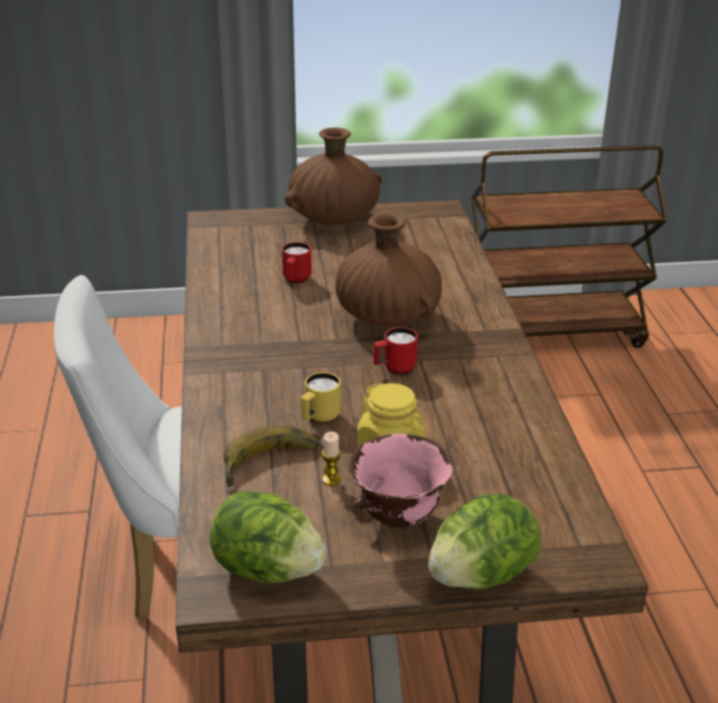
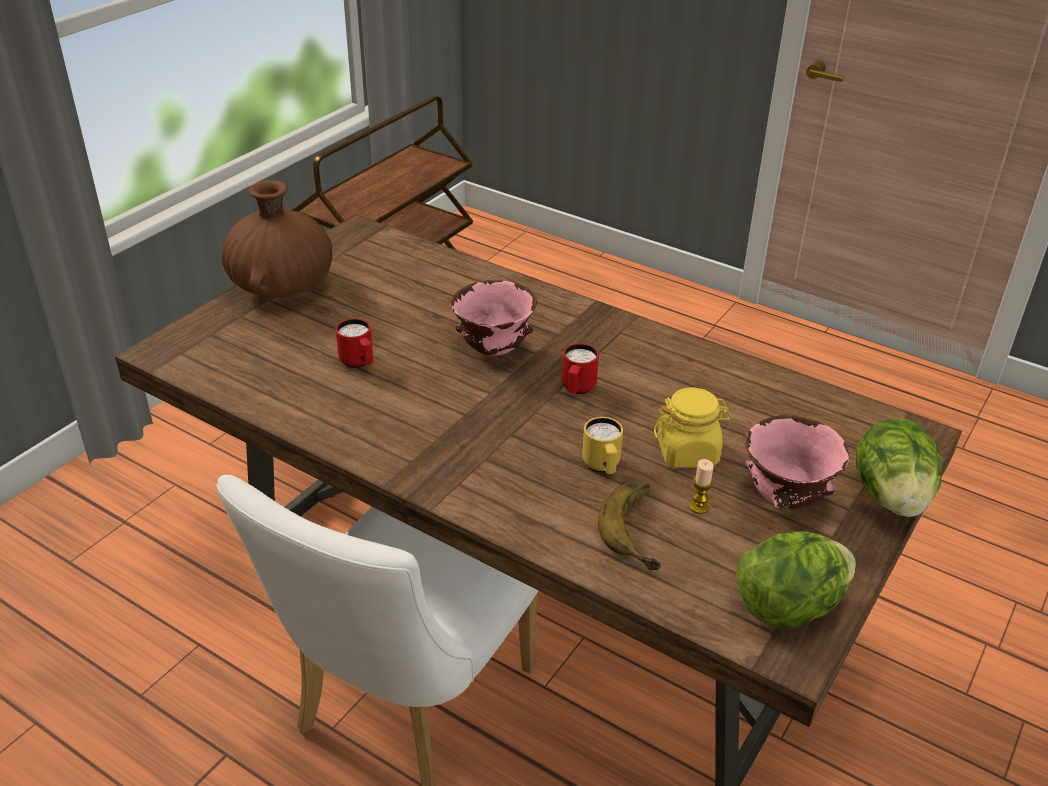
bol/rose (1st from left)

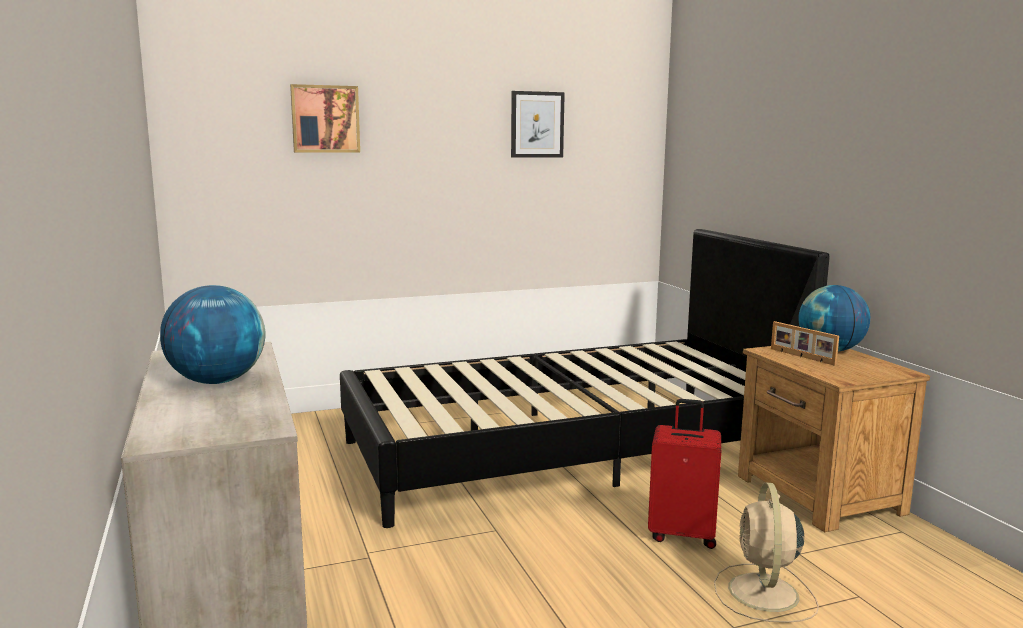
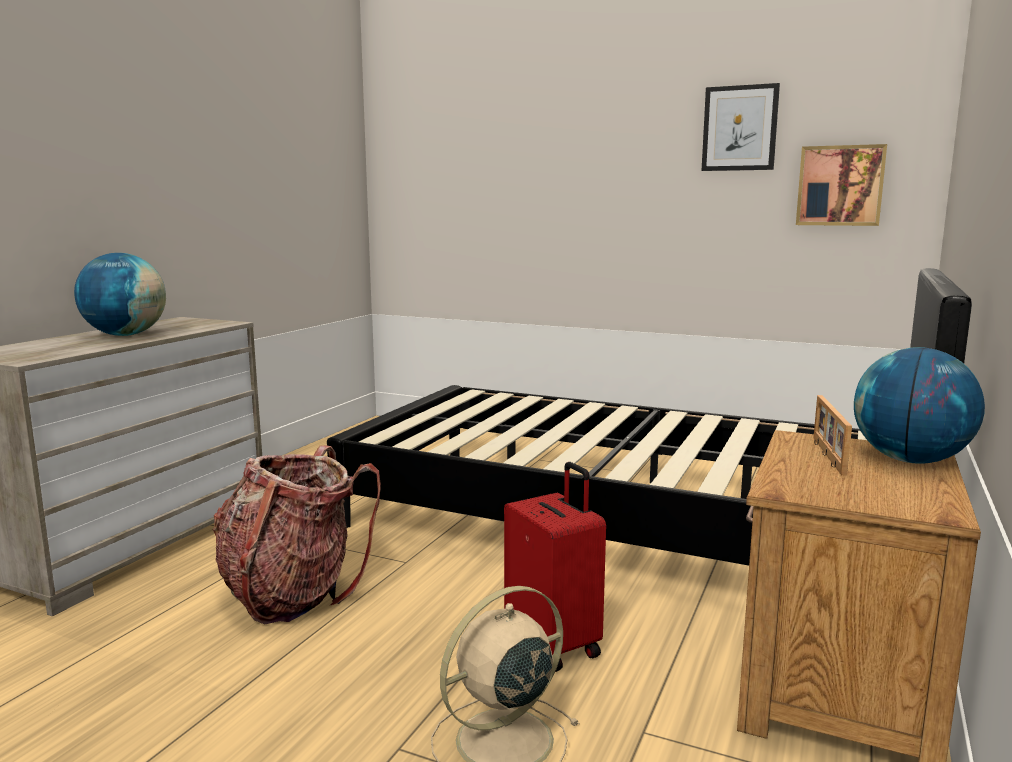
sac à dos; tableau (2nd from left)

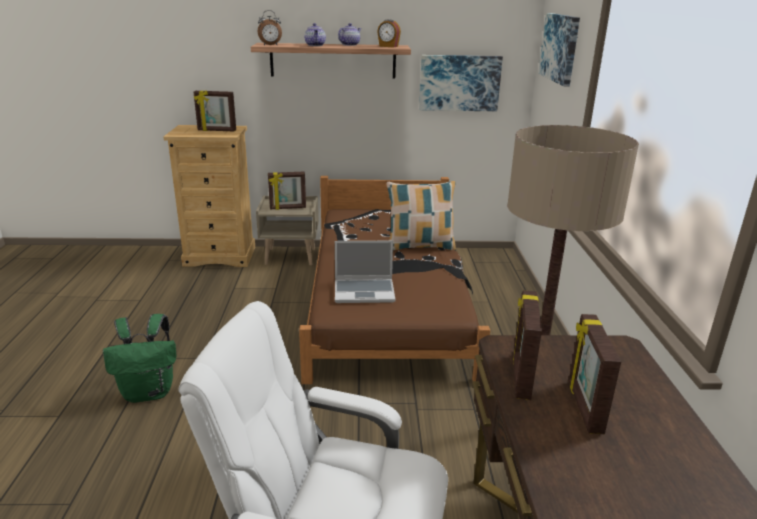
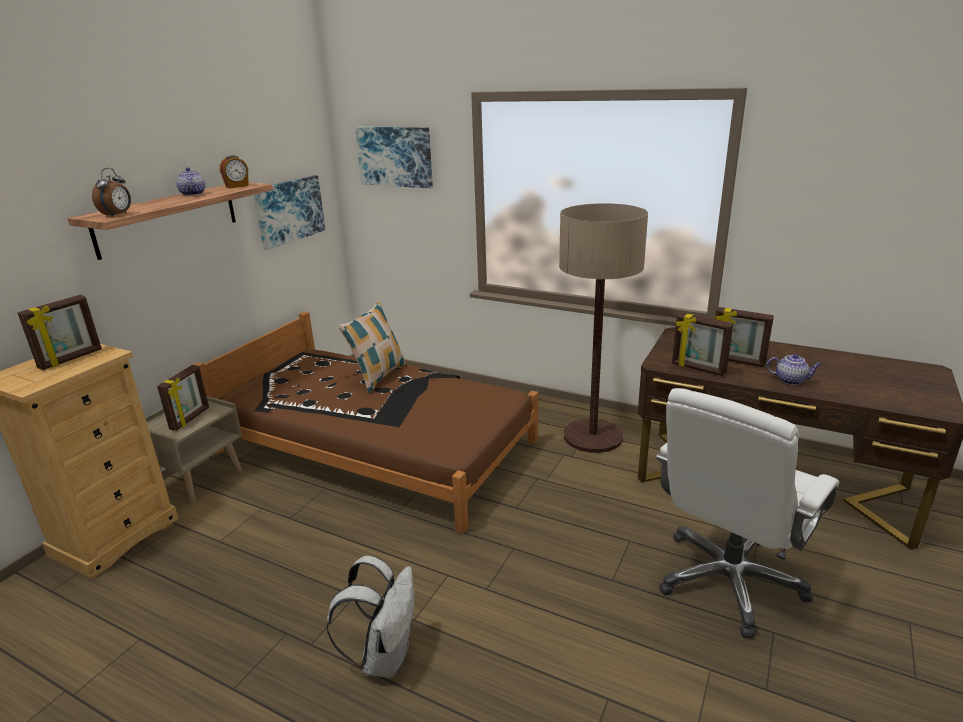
sac à dos/blanc; théière (2nd from left); ordinateur portable

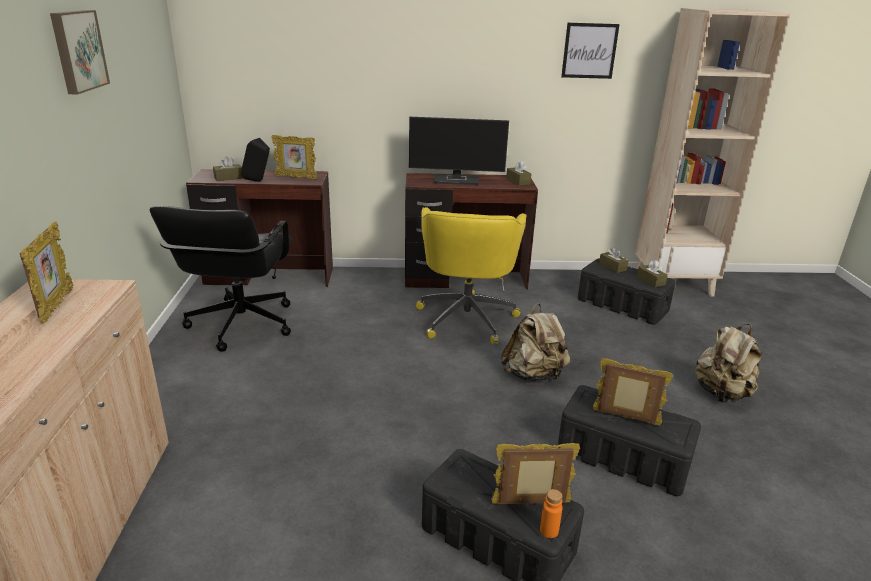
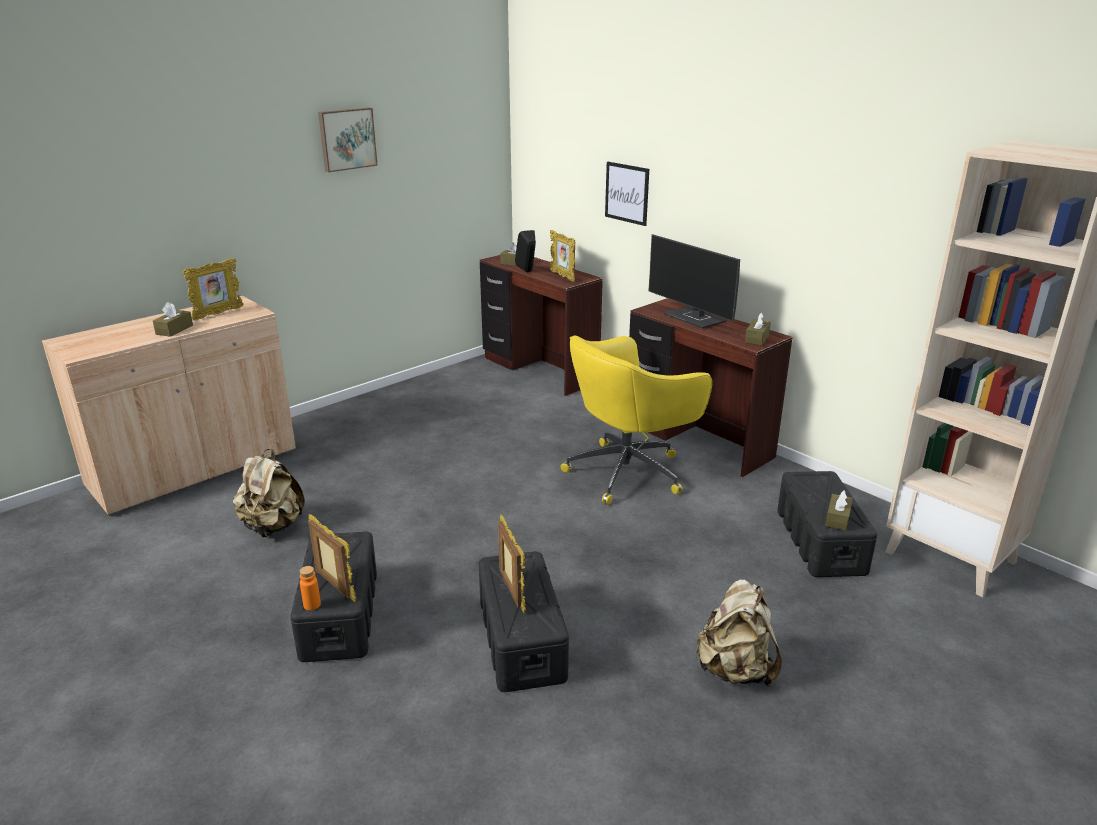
boîte à mouchoirs/marron (1st from left); sac à dos/beige (1st from left); tableau (2nd from left); chaise de bureau/noir

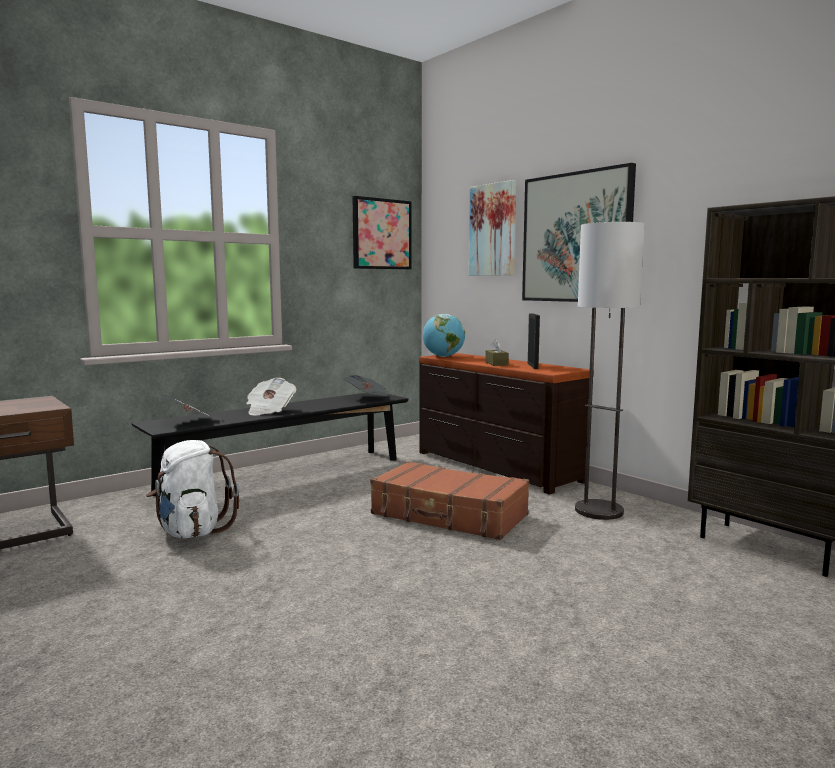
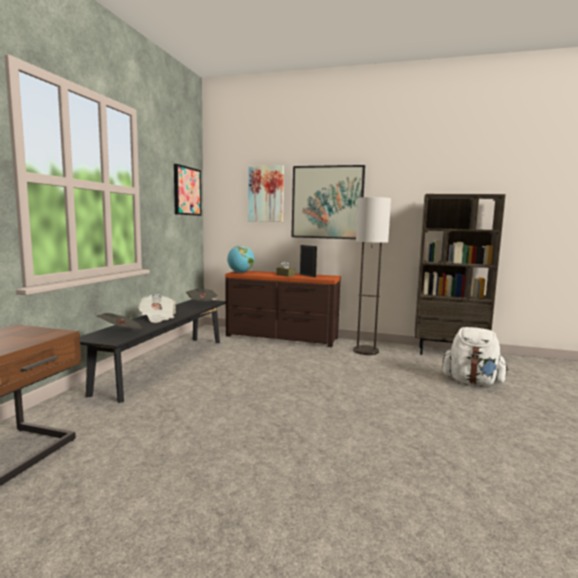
sac à dos/blanc; valise/marron

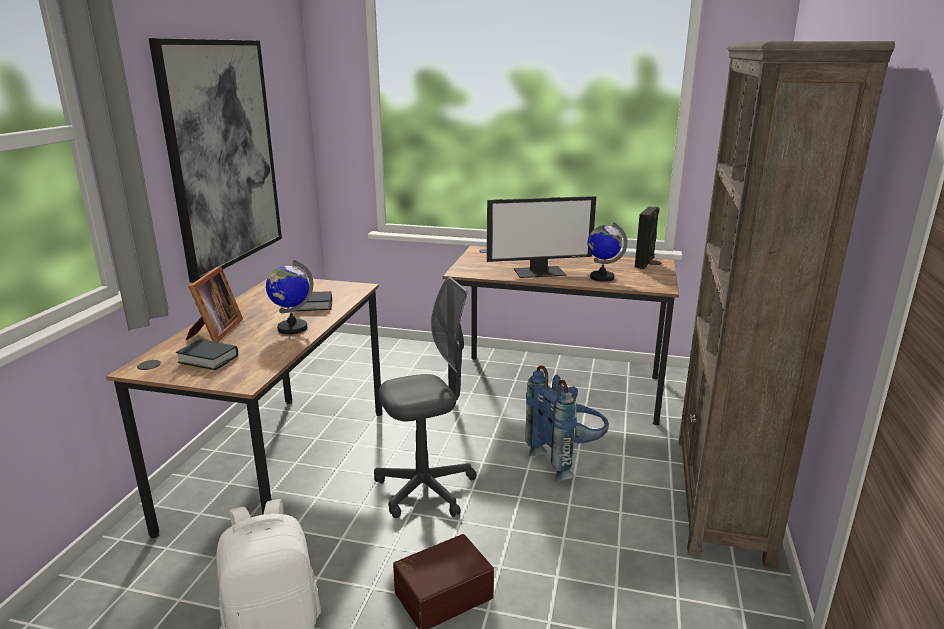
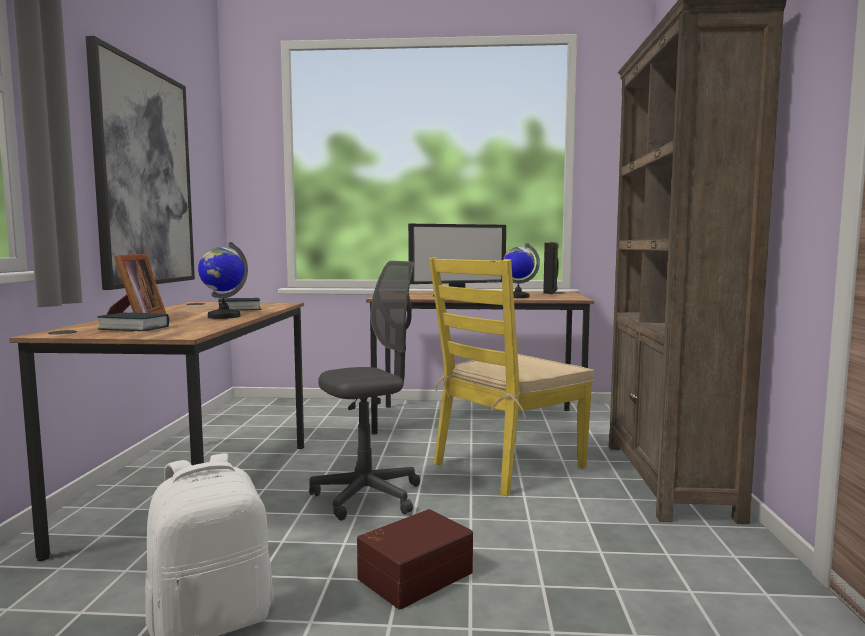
chaise/jaune

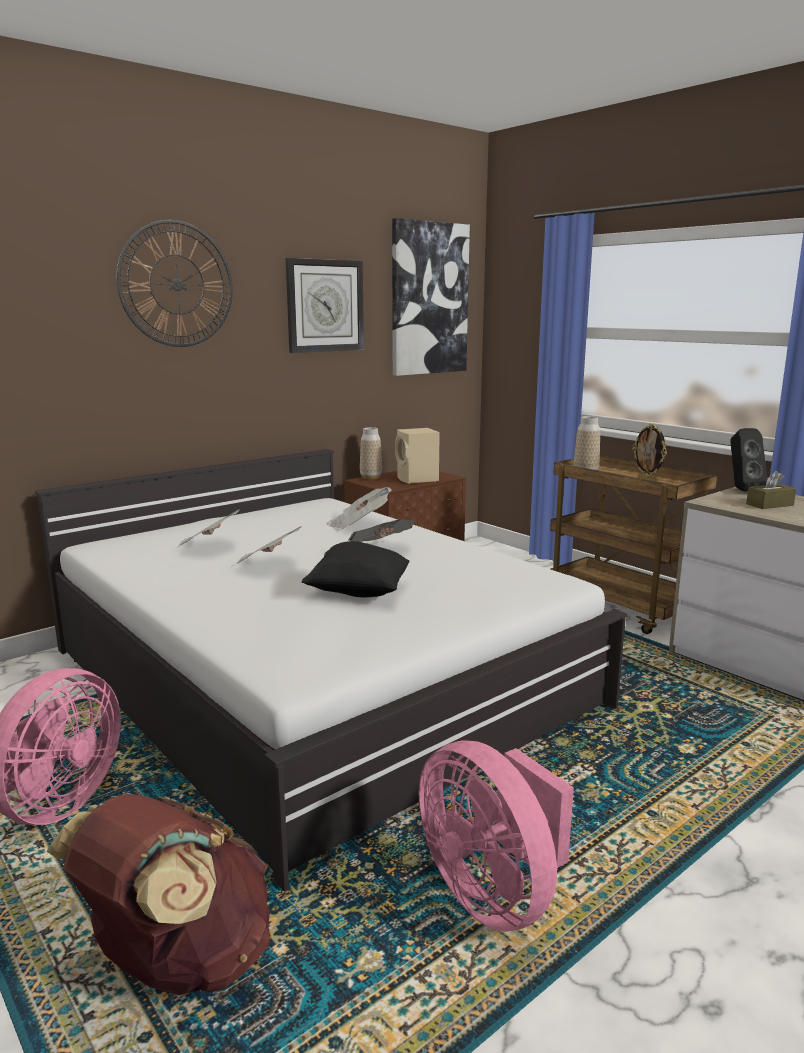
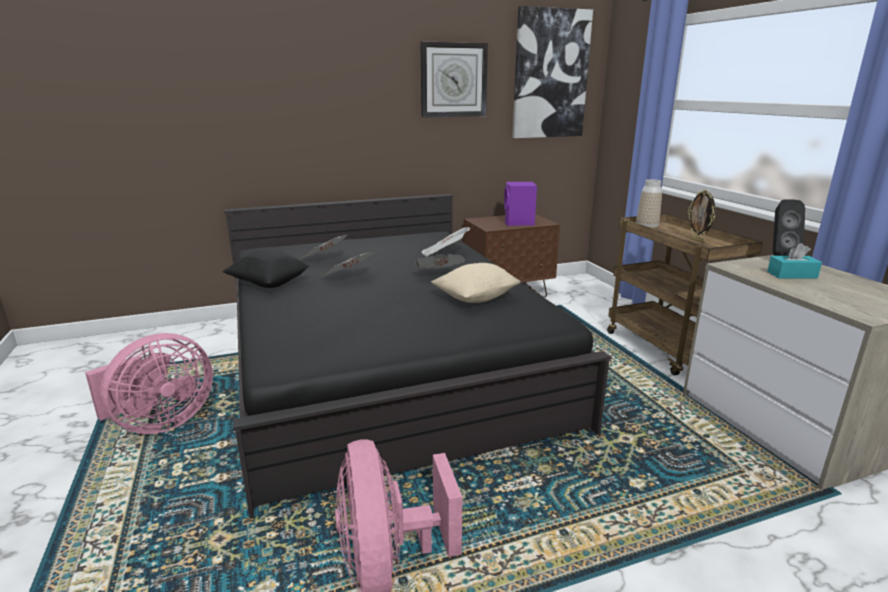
coussin/noir; lit/noir; coussin/beige; enceinte/violet; boîte à mouchoirs/turquoise; sac à dos/marron; horloge murale (1st from left in the first image); vase (1st from left in the first image)

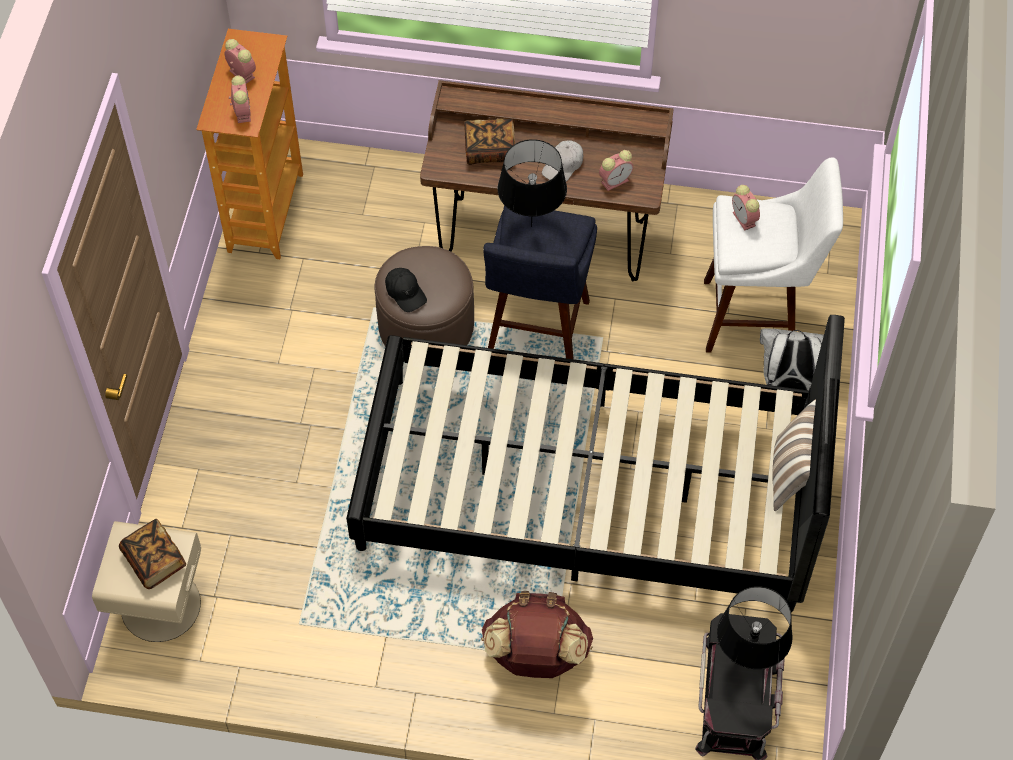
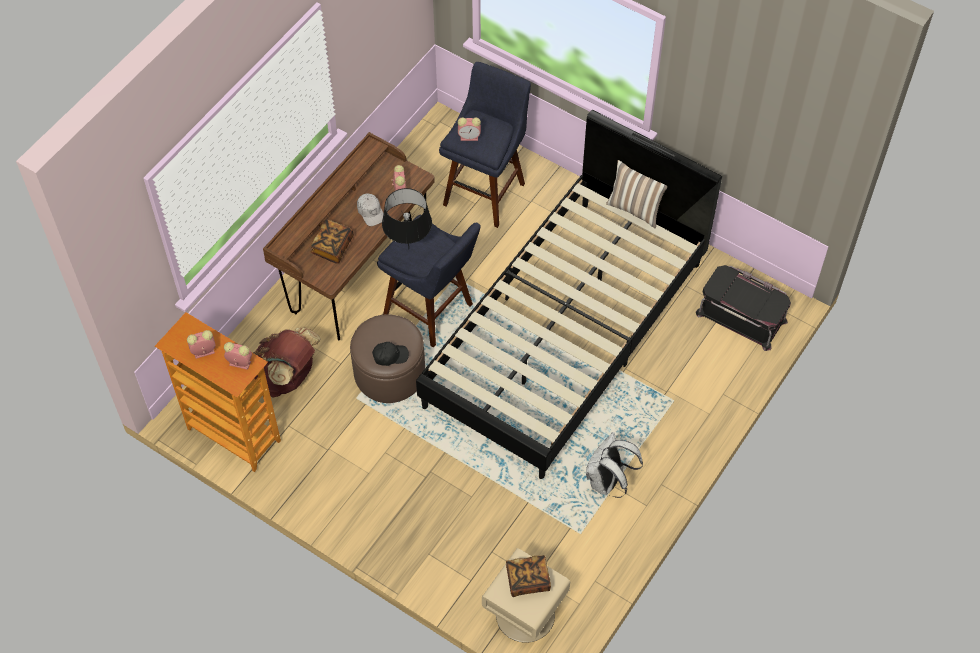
sac à dos/marron; tabouret/bleu (2nd from left); sac à dos/blanc; lampe de table/noir (2nd from left in the first image)

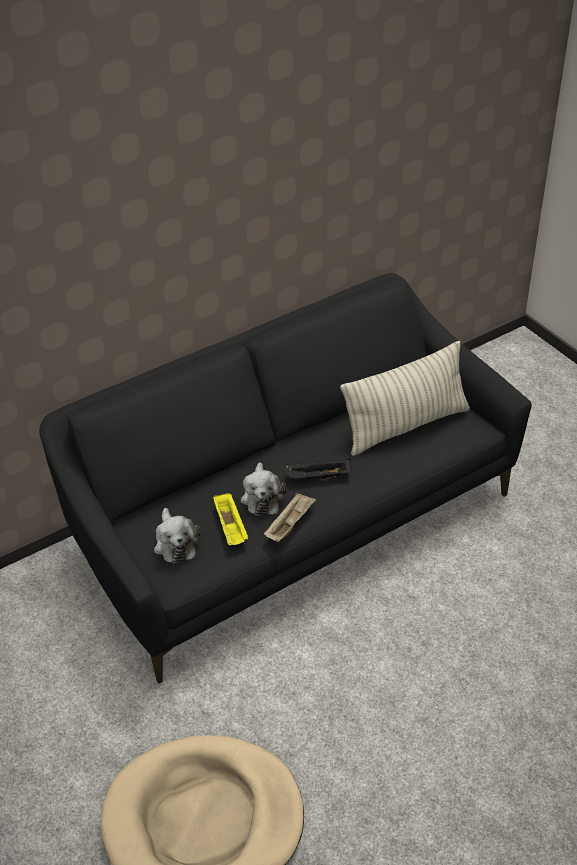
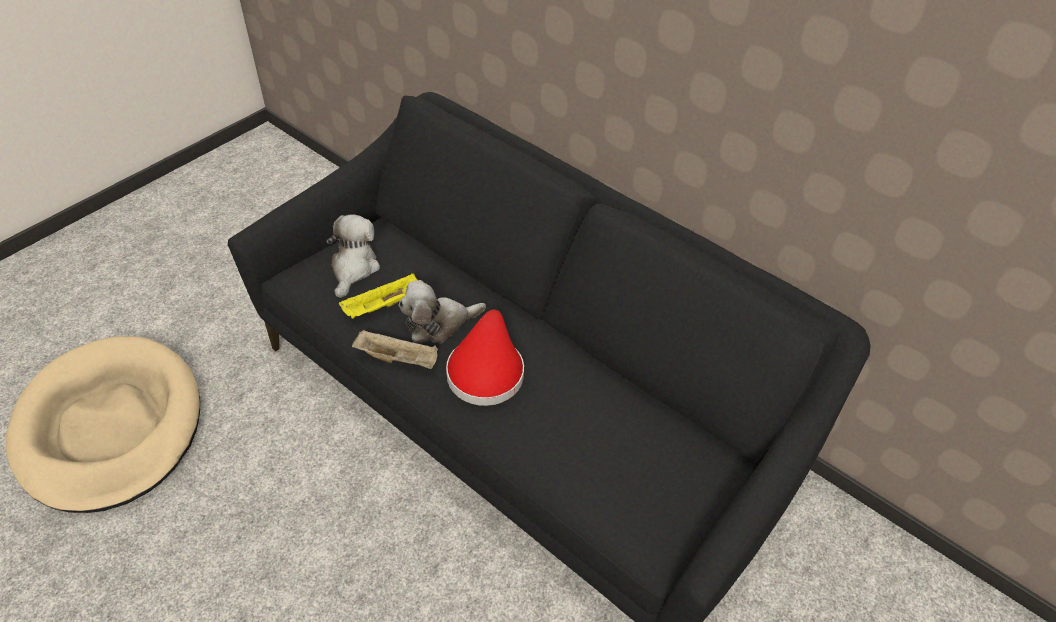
peluche (1st from left); chapeau/rouge; coussin

